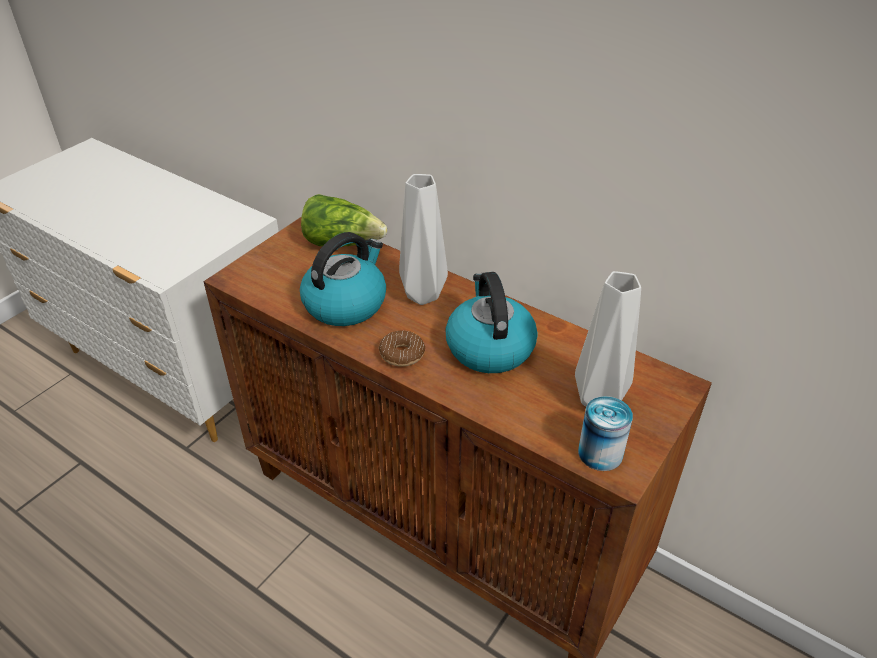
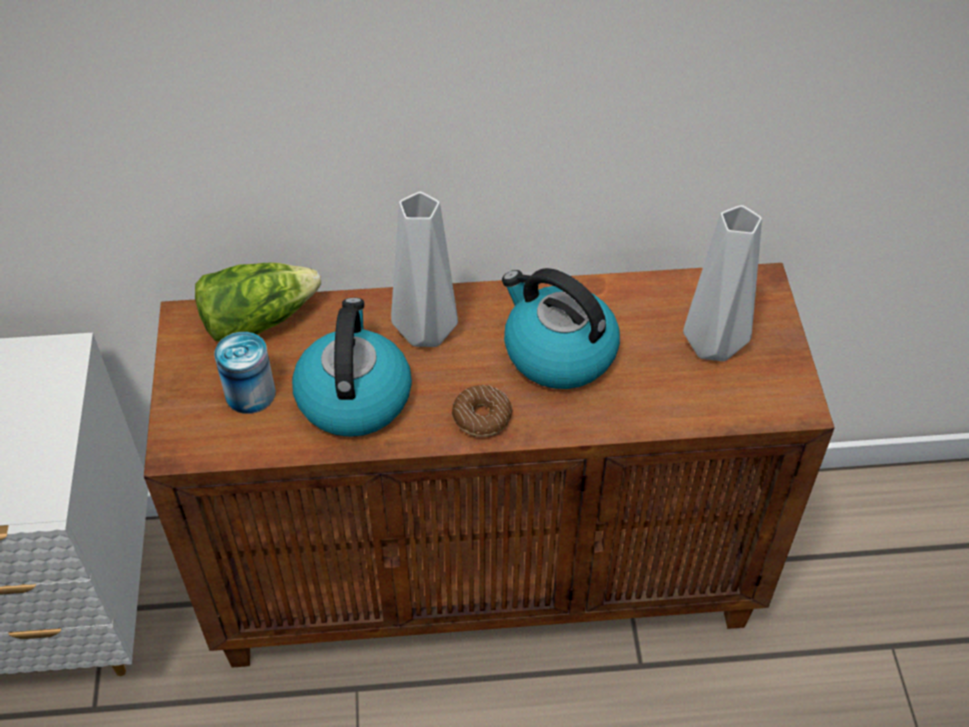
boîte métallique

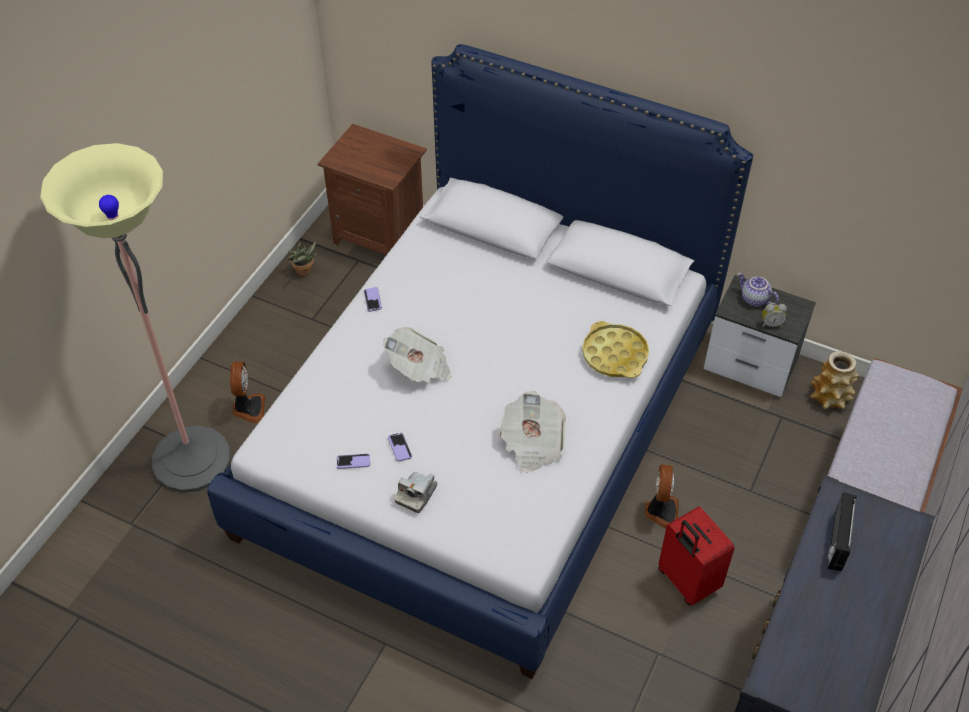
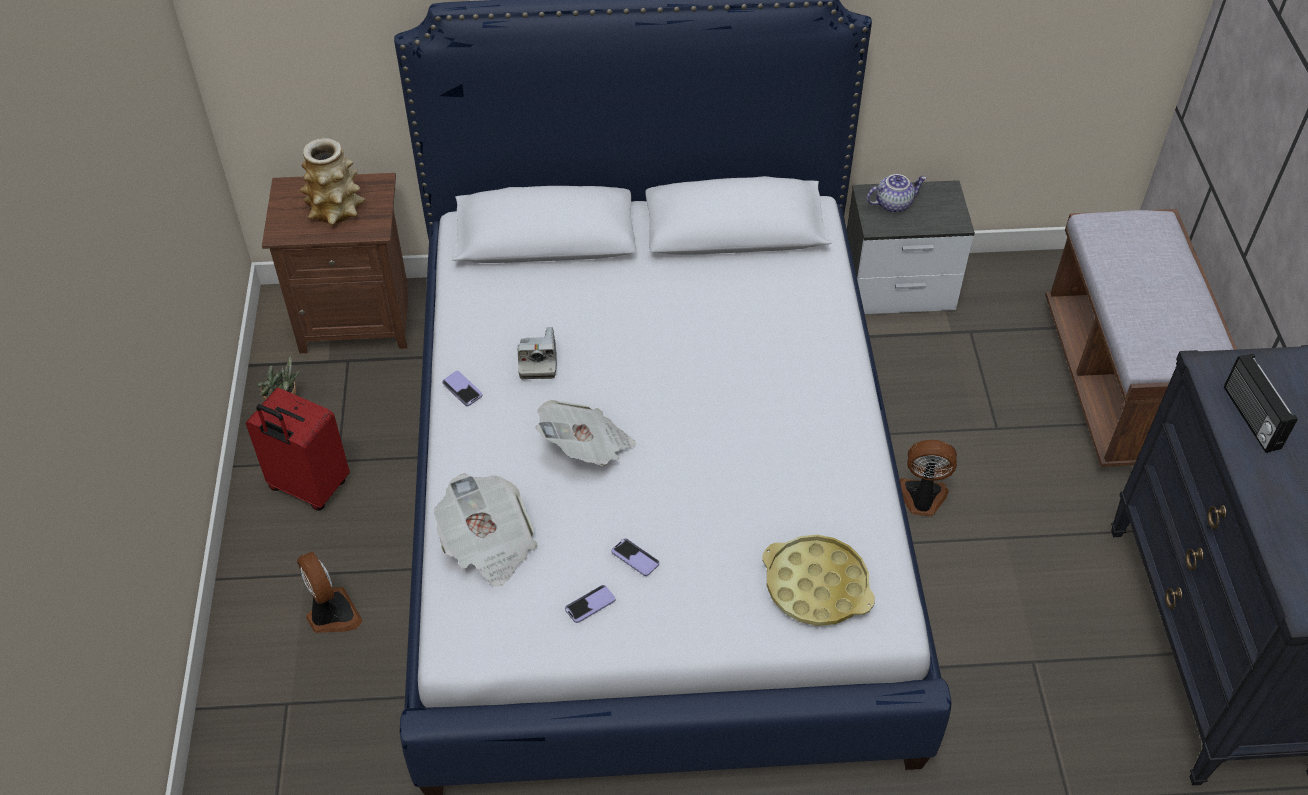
valise/rouge; vase; journal (1st from left); appareil photo; plateau/jaune; théière; ventilateur (2nd from left); lampadaire; réveil

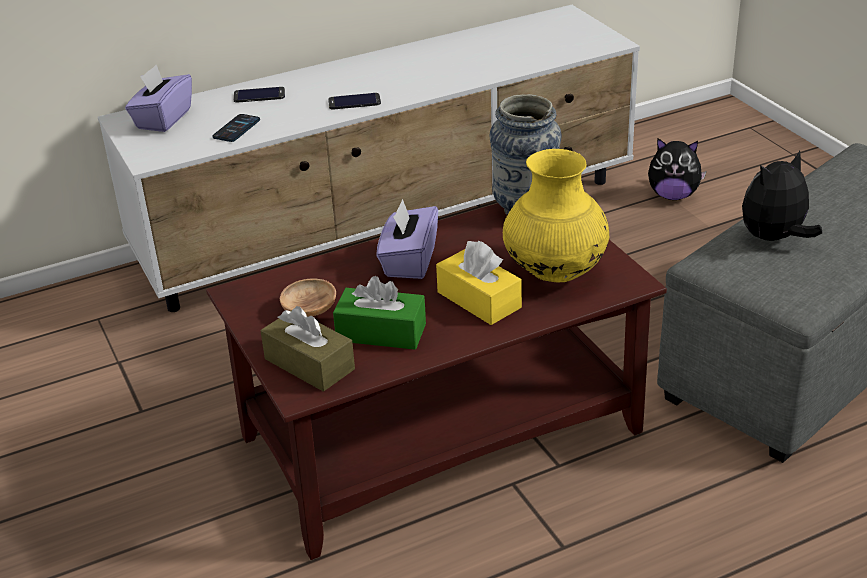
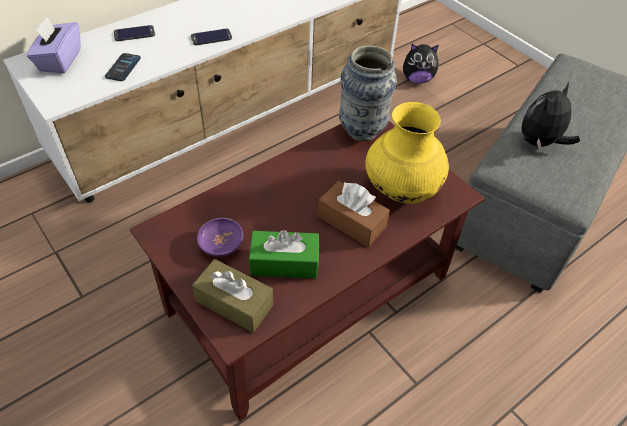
bol/violet; boîte à mouchoirs/marron (2nd from left); boîte à mouchoirs/violet (2nd from left in the first image)

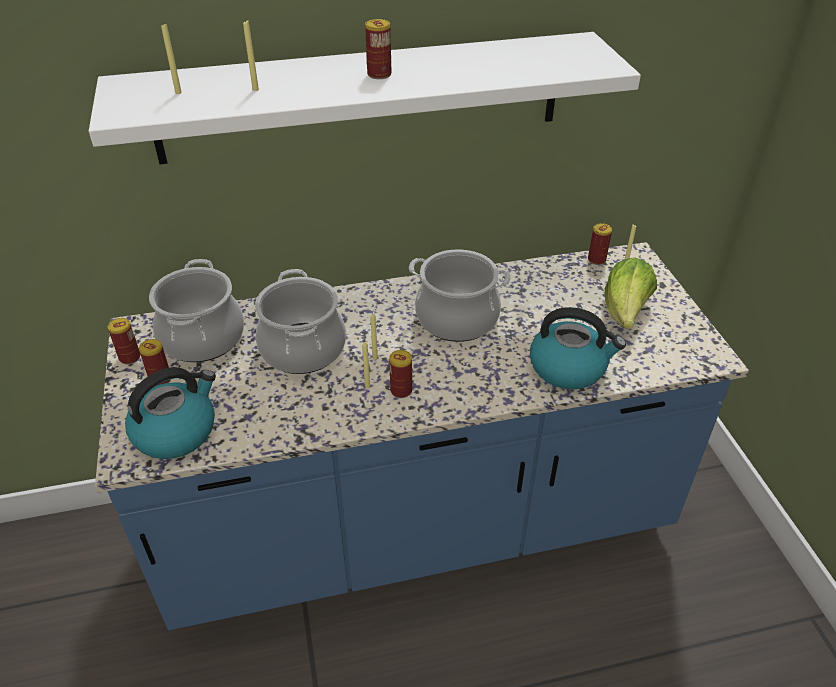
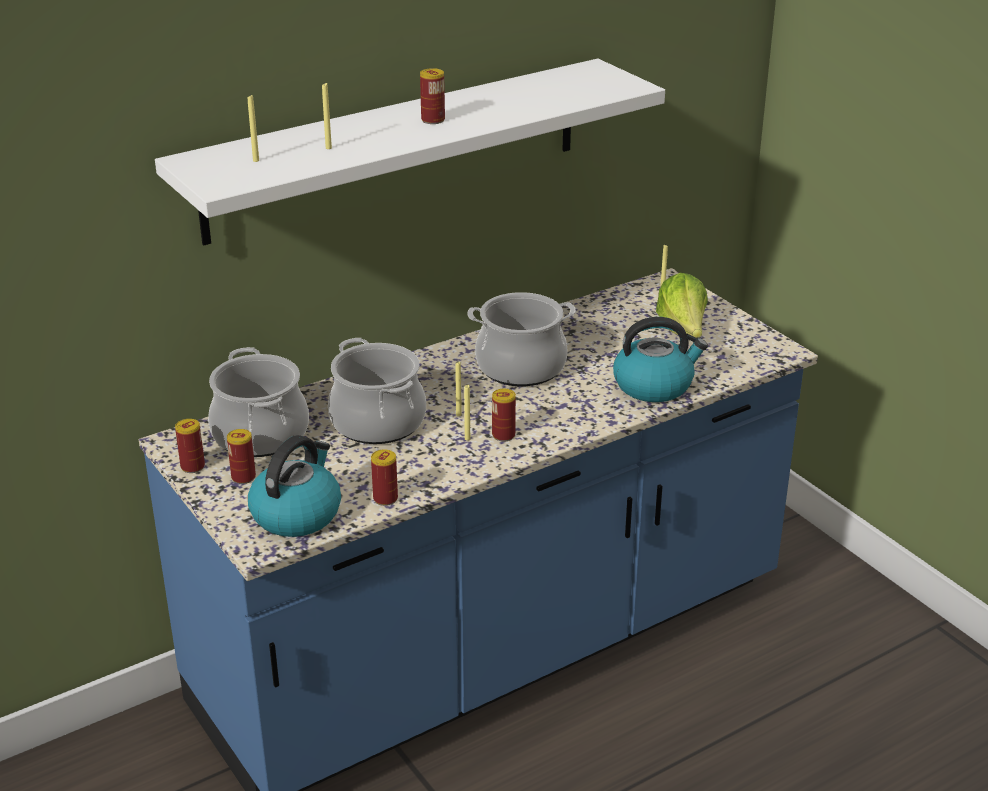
boîte métallique (3rd from left)

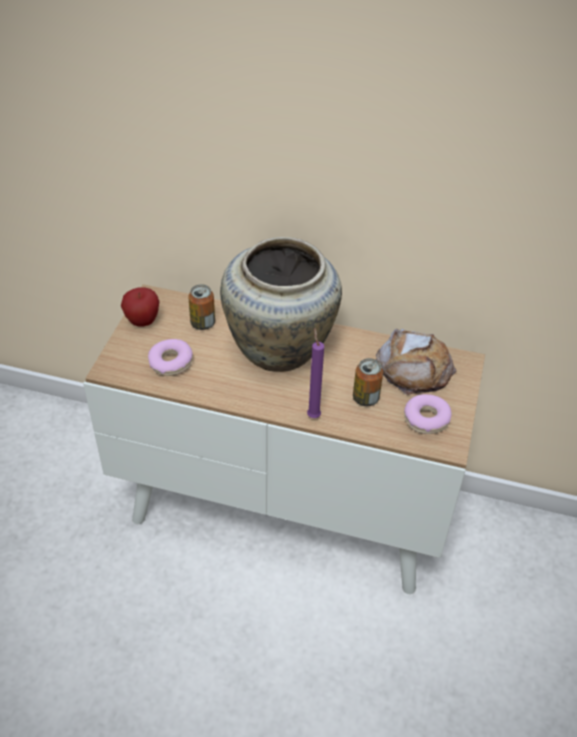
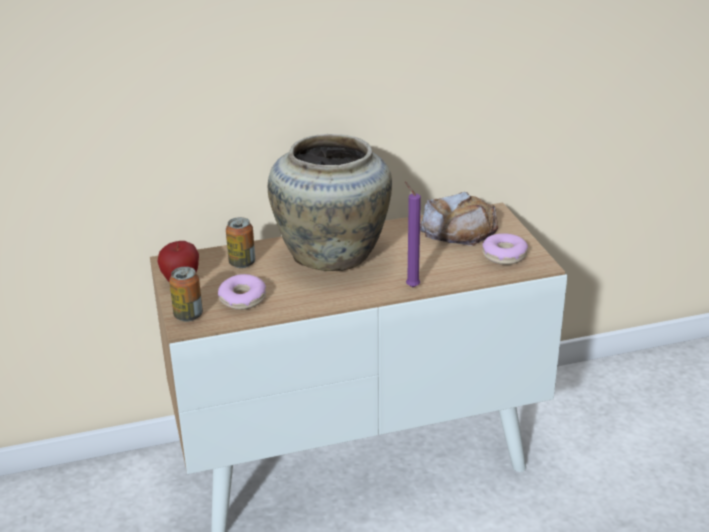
boîte métallique (1st from left)

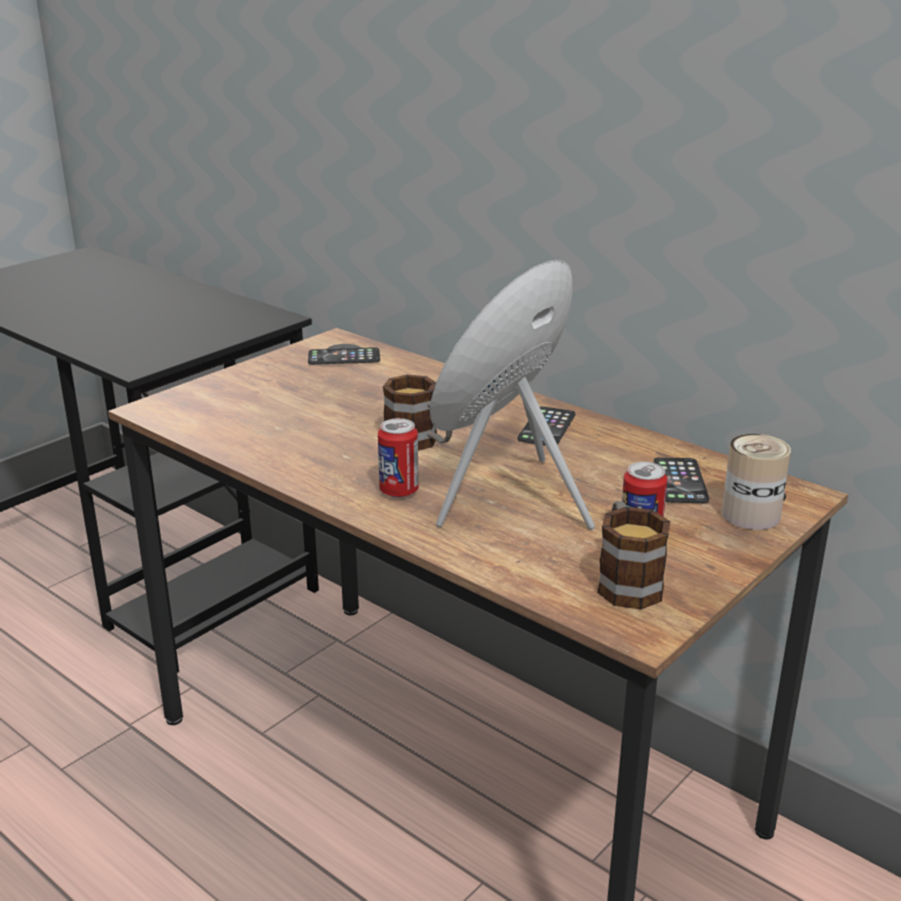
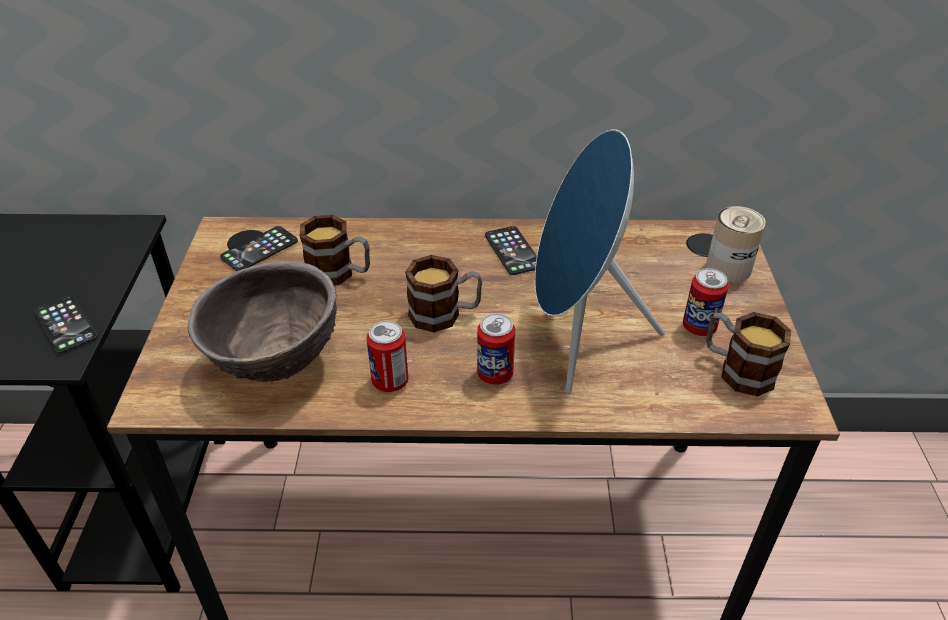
téléphone (1st from left); bol/marron; mug (1st from left); boîte métallique (1st from left)

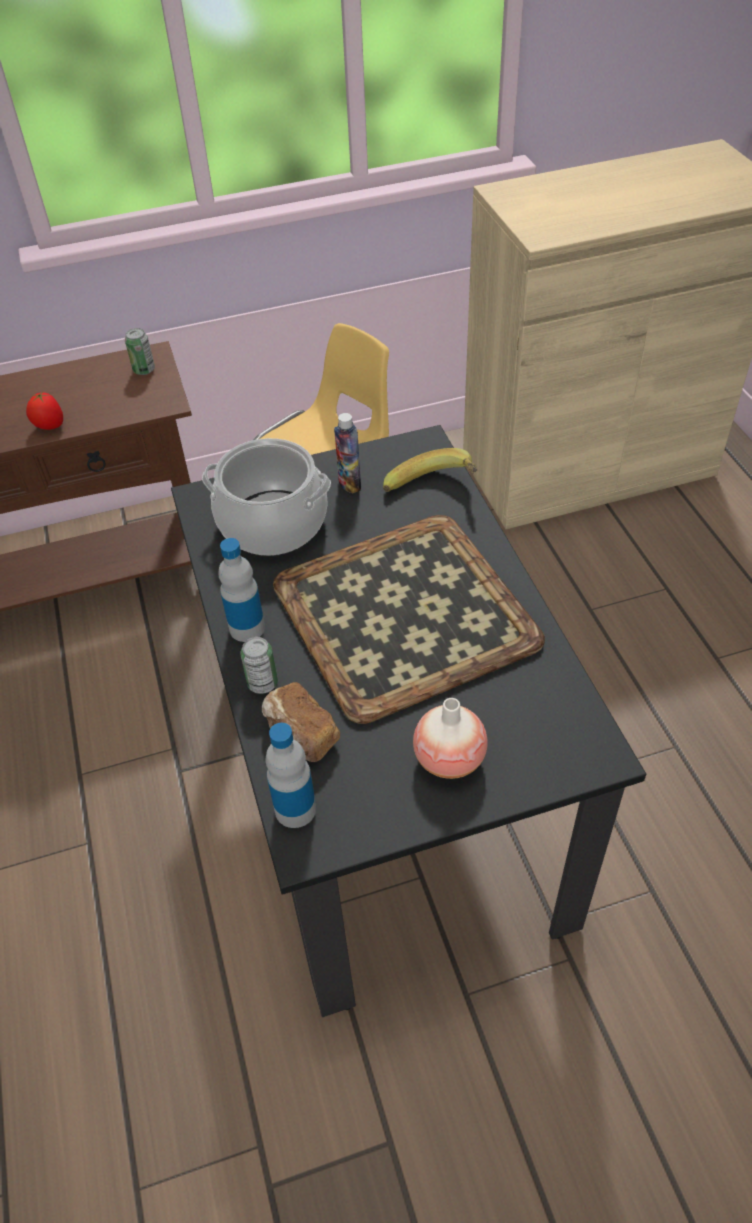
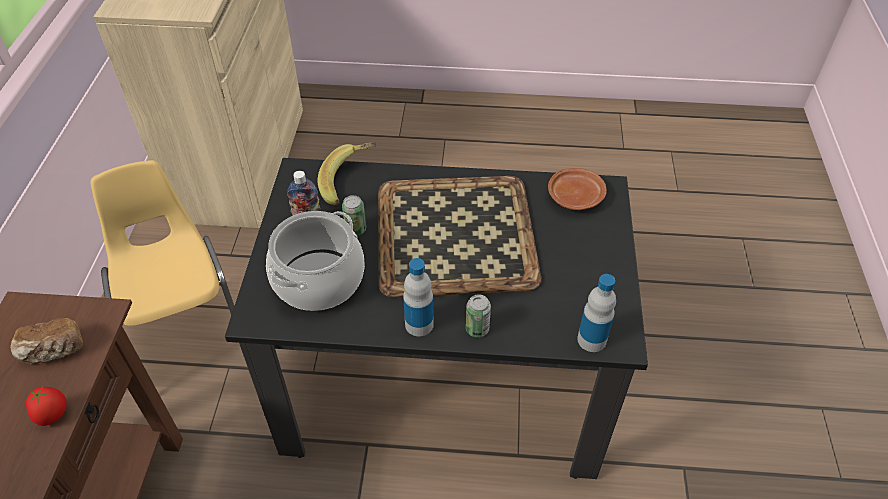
pain; boîte métallique (1st from left); assiette/marron; vase

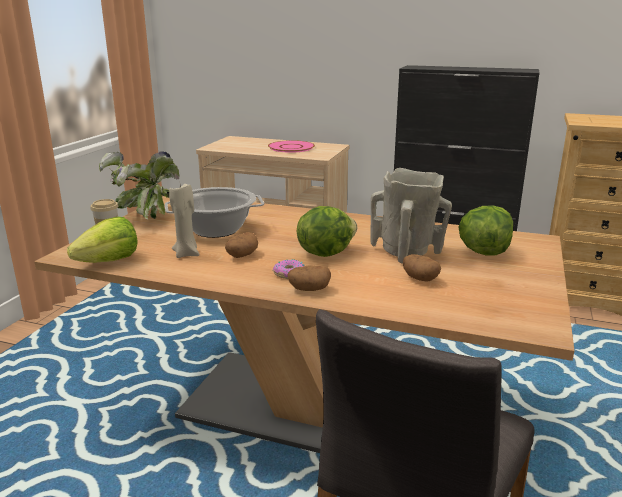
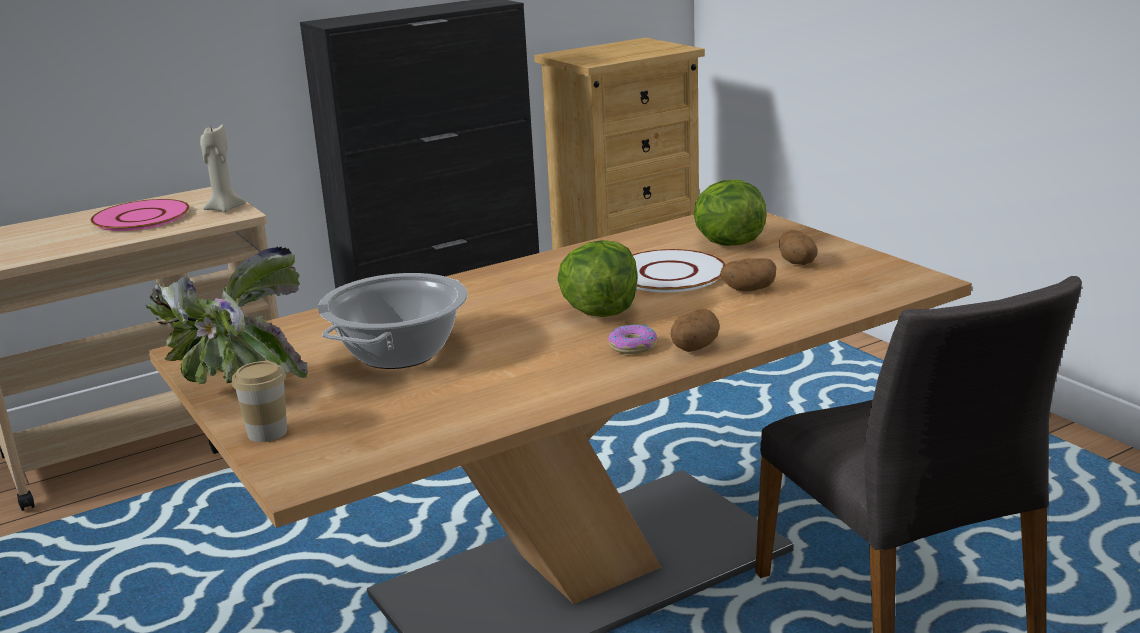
bougie/beige; assiette/blanc; pomme de terre (3rd from left); laitue (1st from left in the first image)

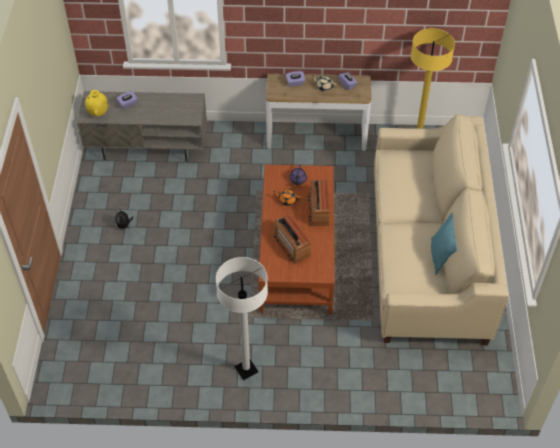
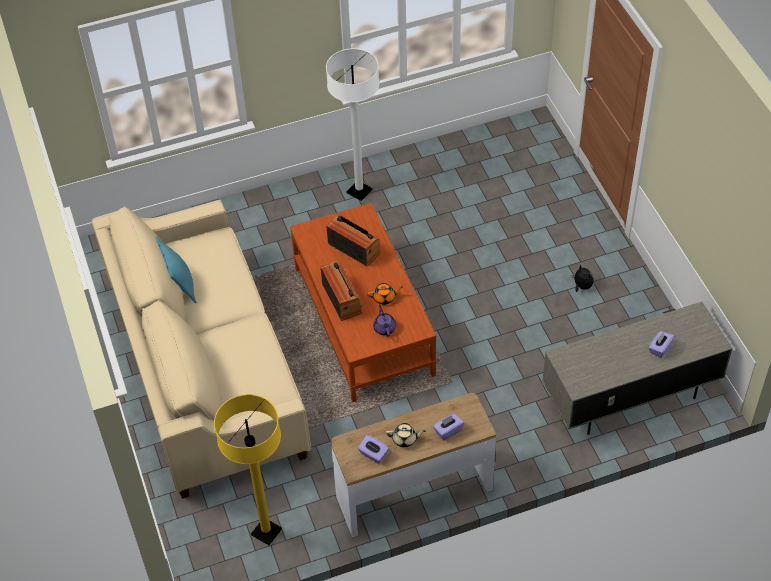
vase/jaune

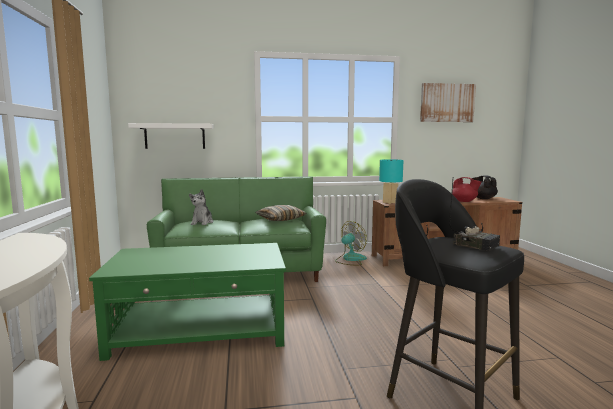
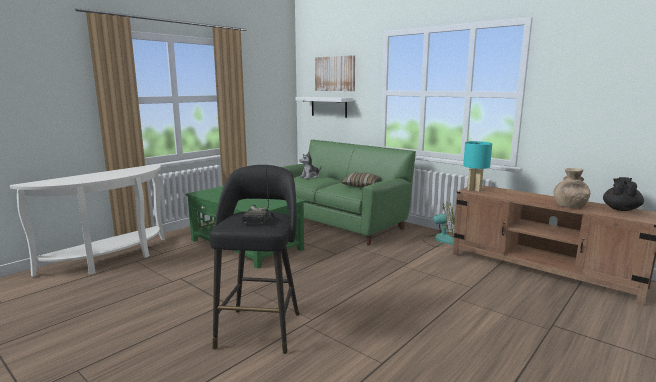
tableau; vase/marron

